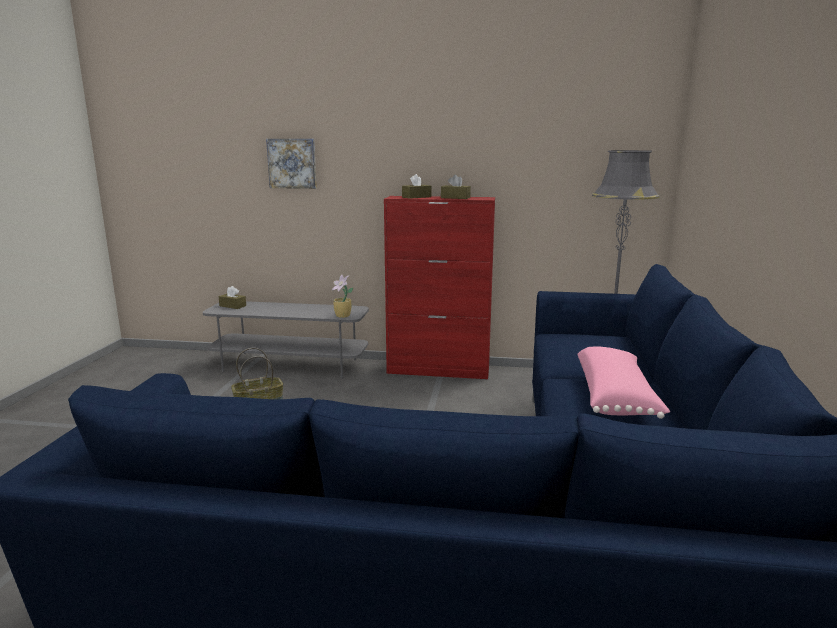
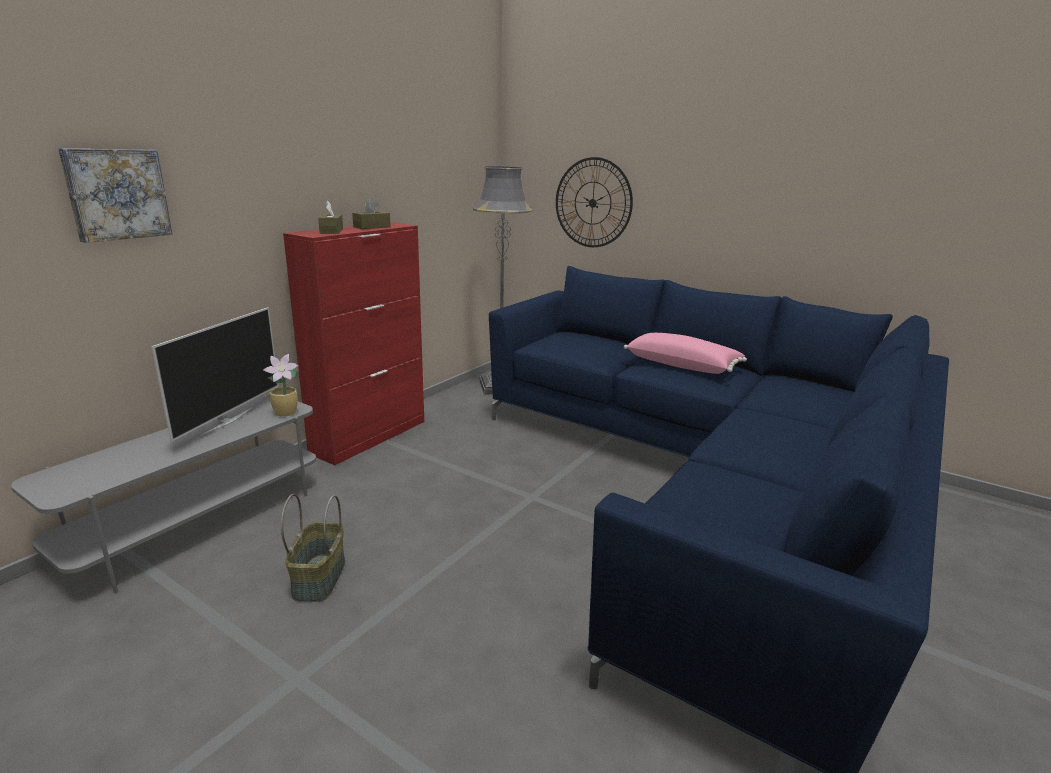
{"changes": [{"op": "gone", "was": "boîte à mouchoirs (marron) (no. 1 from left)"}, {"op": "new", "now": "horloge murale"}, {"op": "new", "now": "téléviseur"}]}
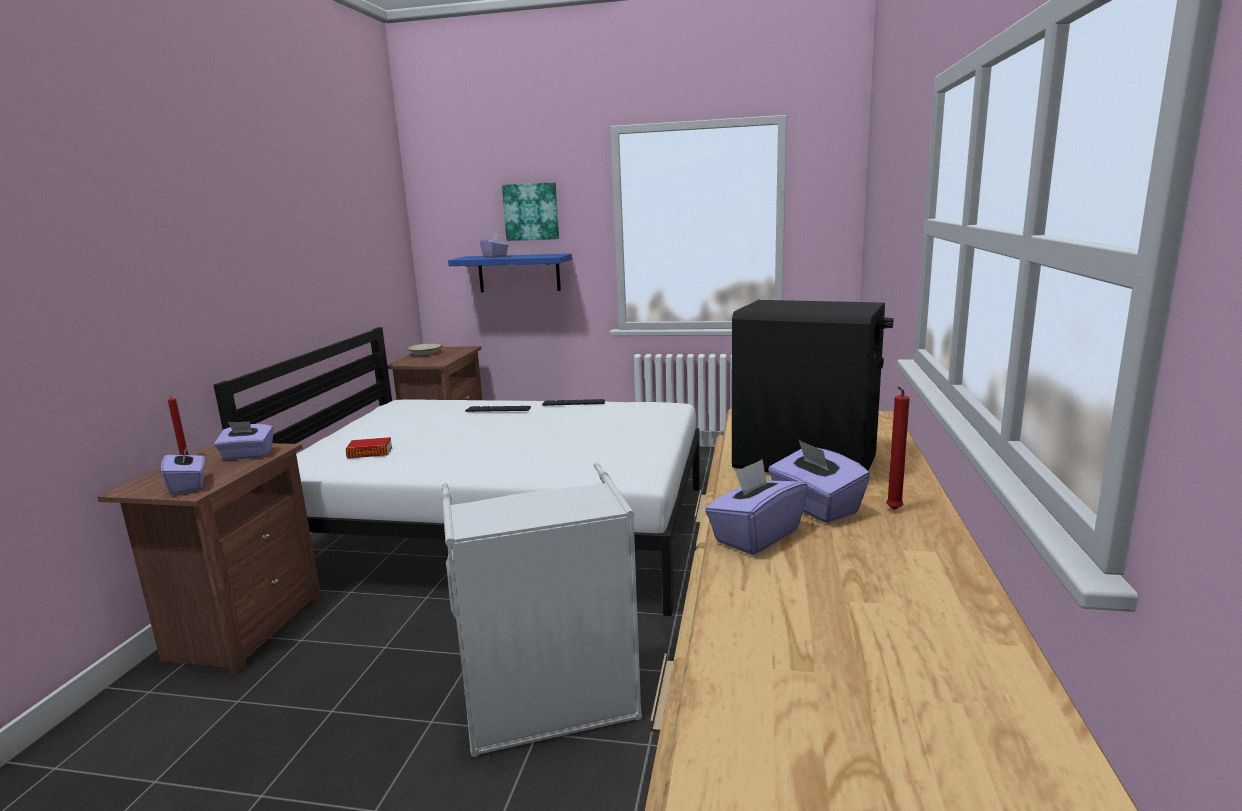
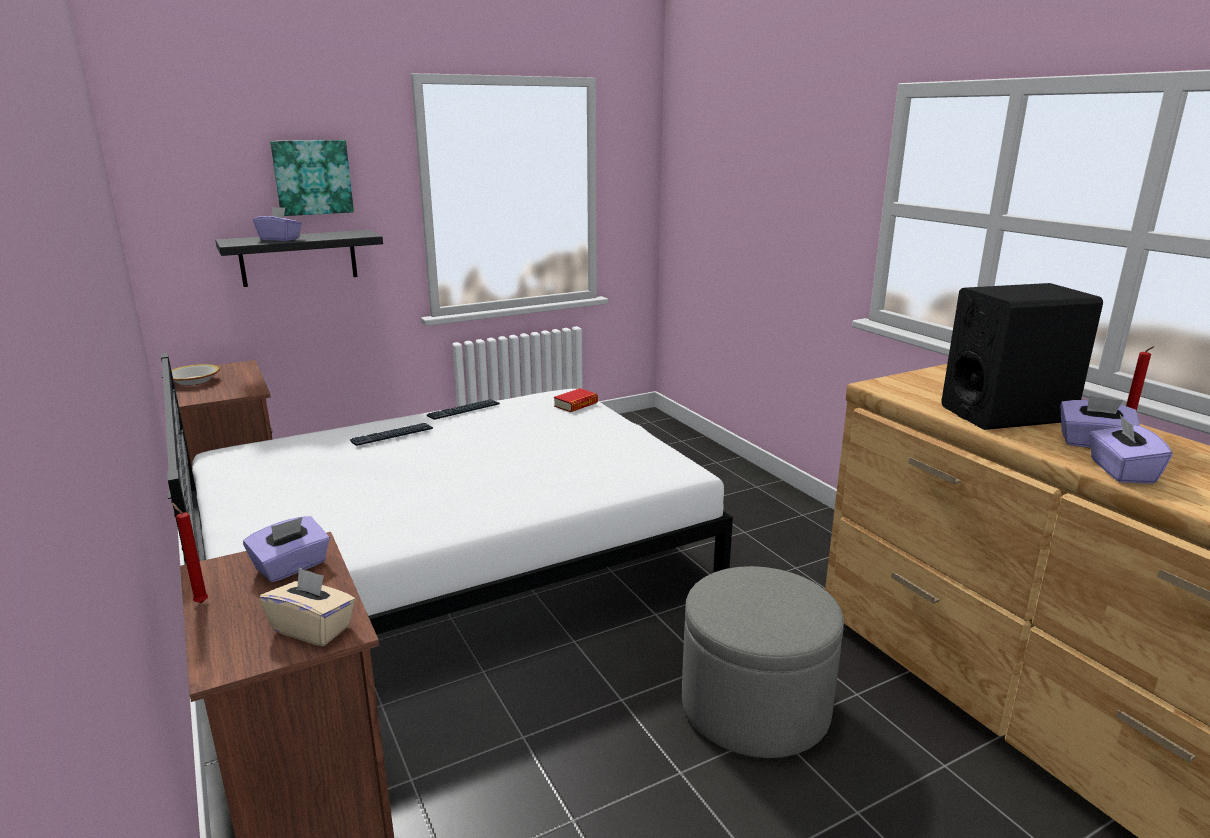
{"changes": [{"op": "repainted", "was": "étagère (bleu)", "now": "étagère (noir)"}, {"op": "shifted", "was": "livre"}, {"op": "repainted", "was": "boîte à mouchoirs (violet) (no. 1 from left)", "now": "boîte à mouchoirs (beige)"}, {"op": "swapped", "was": "panier à linge (gris)", "now": "pouf (gris)"}]}
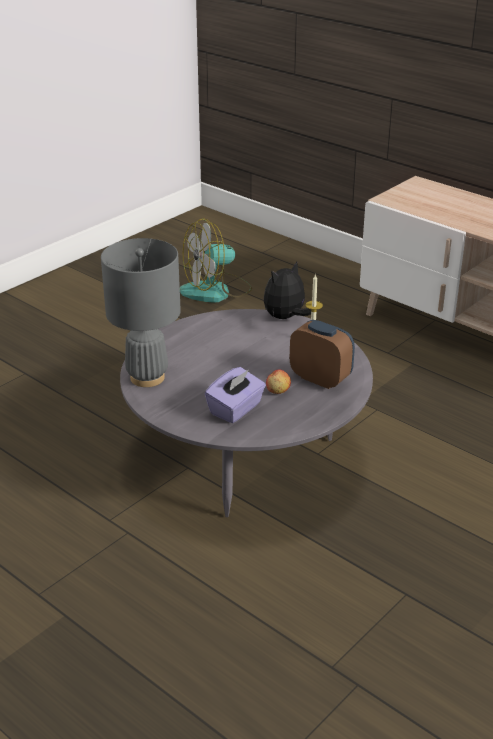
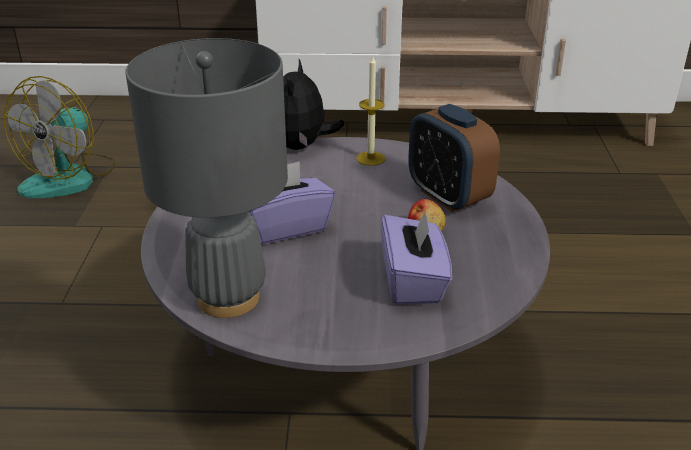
{"changes": [{"op": "rotated", "was": "réveil", "clockwise": -120}, {"op": "new", "now": "boîte à mouchoirs (violet) (no. 1 from left)"}]}
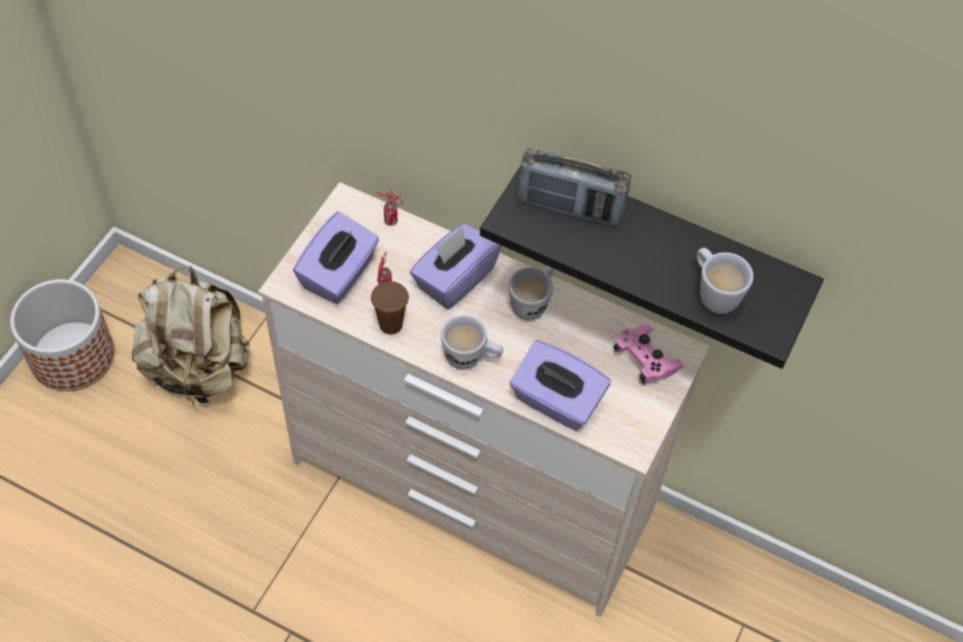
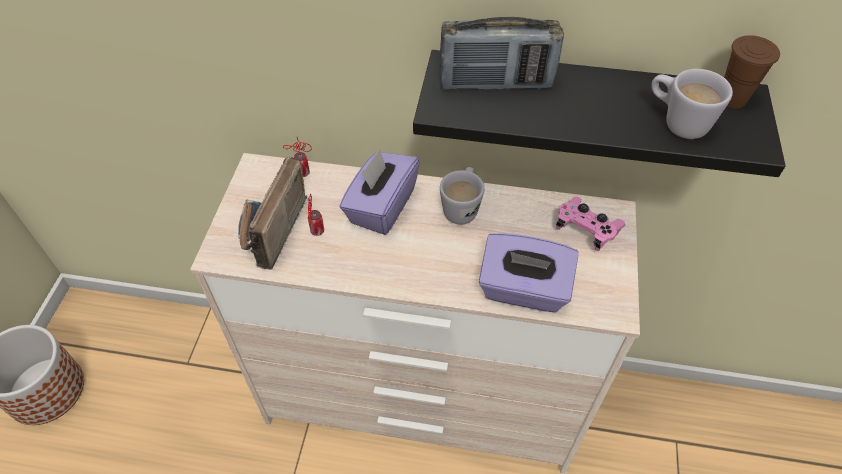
{"changes": [{"op": "swapped", "was": "boîte à mouchoirs (violet) (no. 1 from left)", "now": "radio (no. 1 from left)"}, {"op": "gone", "was": "sac à dos (beige)"}, {"op": "shifted", "was": "tasse (marron)"}, {"op": "gone", "was": "mug (blanc) (no. 1 from left)"}]}
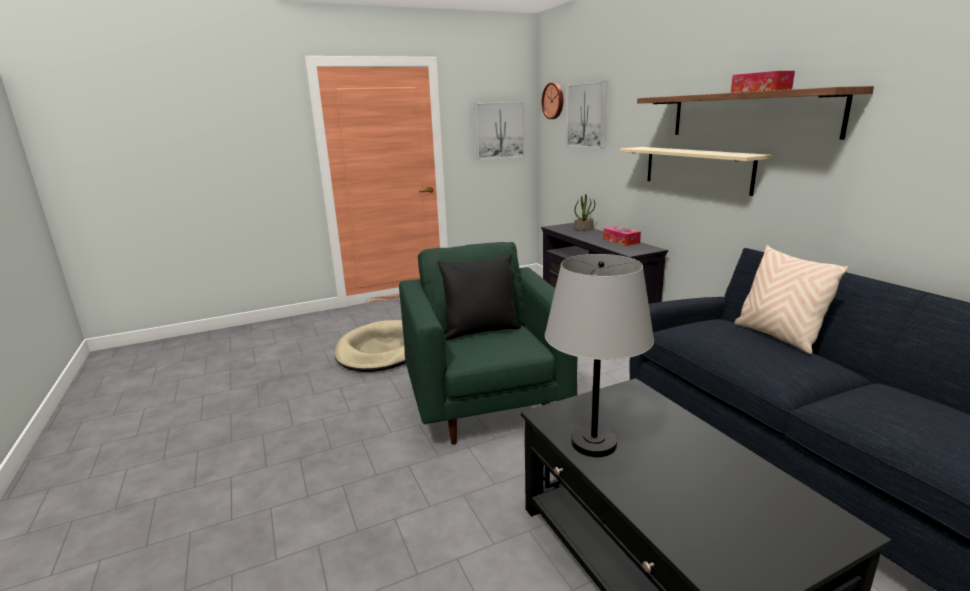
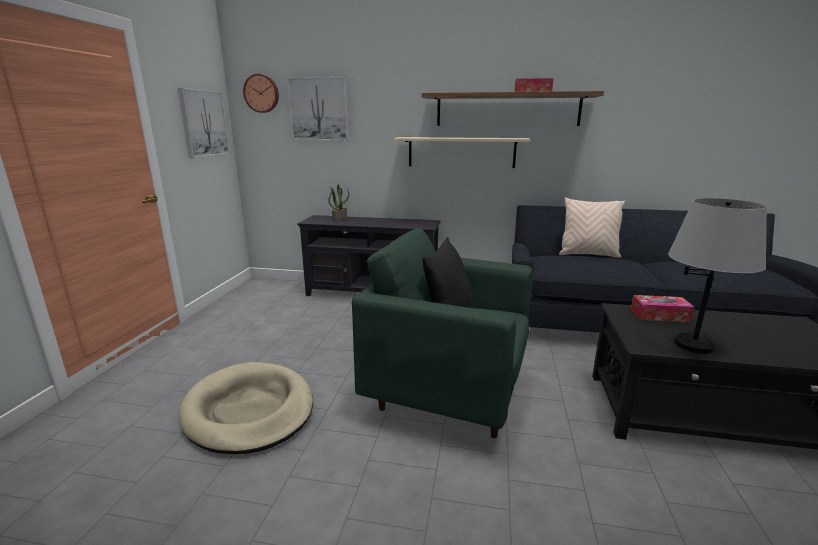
{"changes": [{"op": "shifted", "was": "boîte à mouchoirs (no. 1 from left in the first image)", "now": "boîte à mouchoirs (no. 2 from left)"}]}
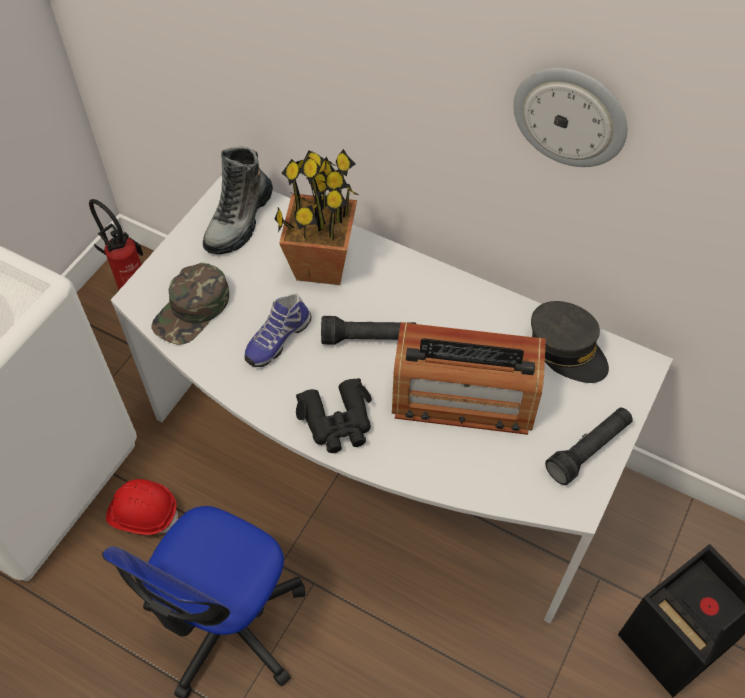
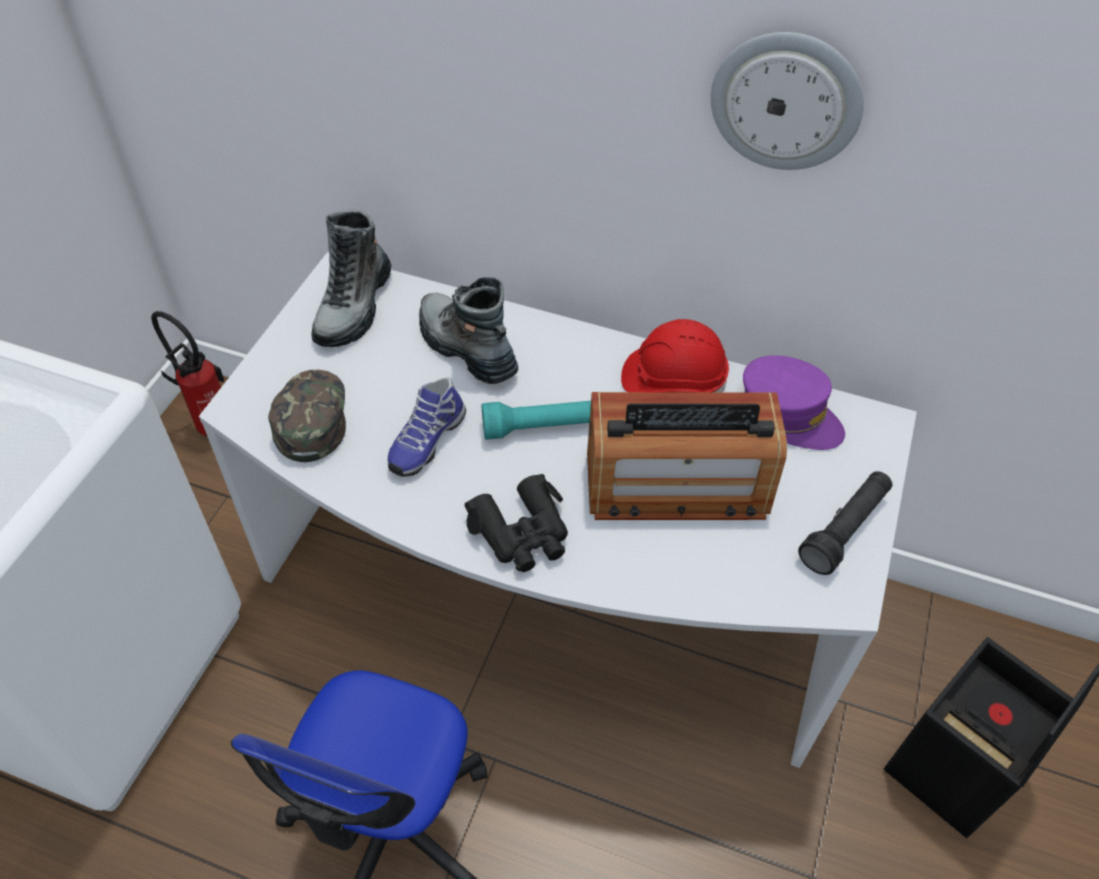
{"changes": [{"op": "swapped", "was": "plante en pot", "now": "botte (no. 2 from left)"}, {"op": "rotated", "was": "casquette (vert)", "clockwise": 150}, {"op": "repainted", "was": "casquette (gris)", "now": "casquette (violet)"}, {"op": "repainted", "was": "lampe de poche (noir) (no. 1 from left)", "now": "lampe de poche (turquoise)"}, {"op": "shifted", "was": "casque de chantier (rouge)"}]}
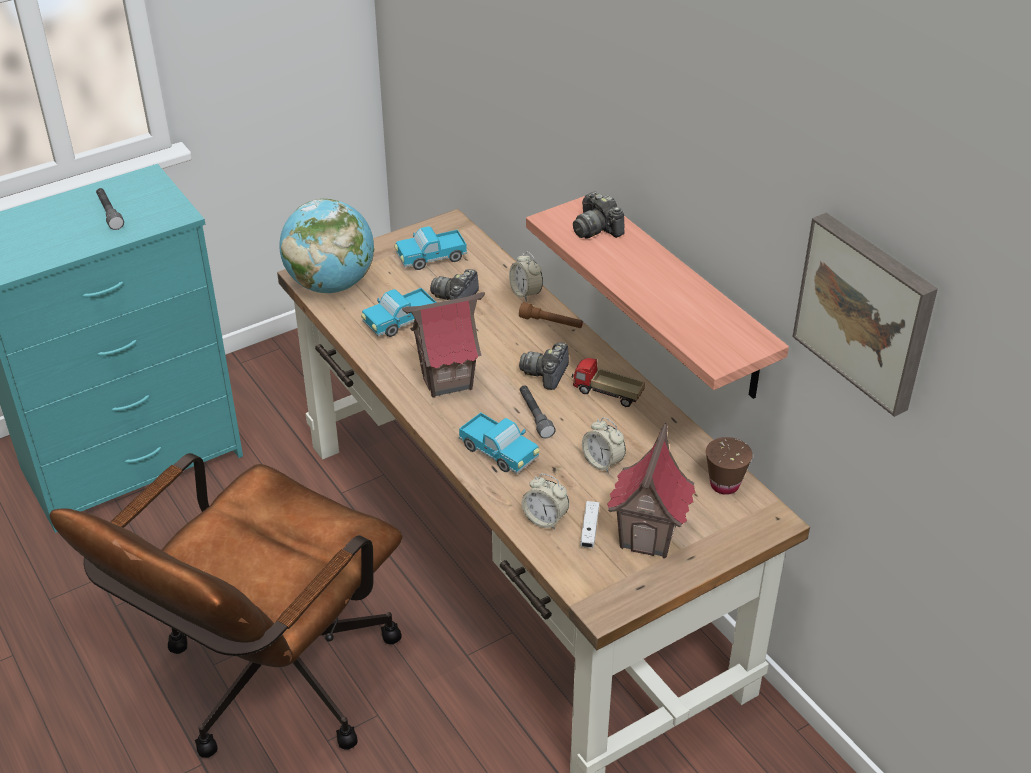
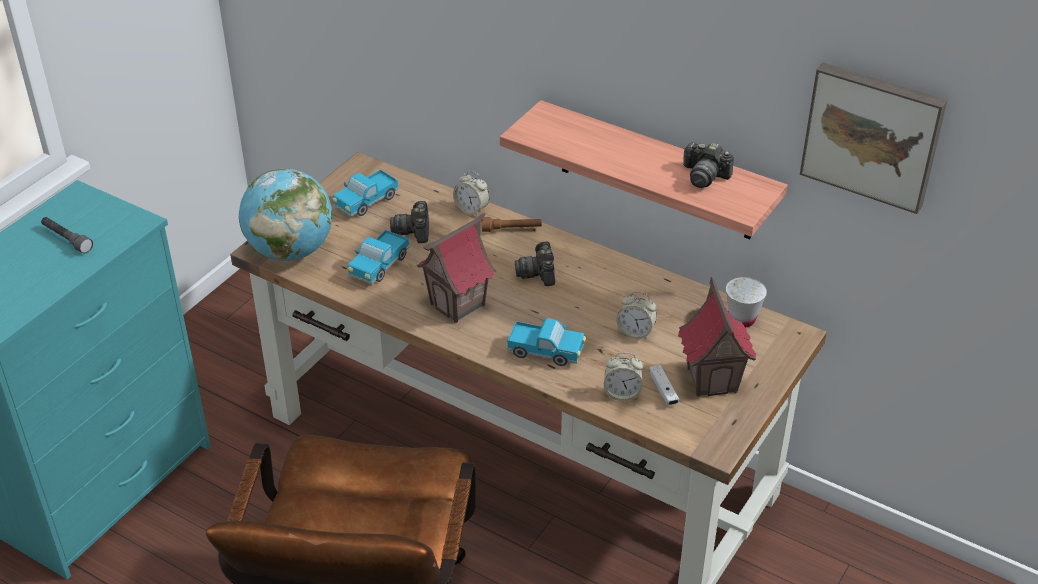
{"changes": [{"op": "shifted", "was": "appareil photo (no. 3 from left)"}, {"op": "gone", "was": "camion jouet (no. 4 from left)"}, {"op": "gone", "was": "lampe de poche (gris) (no. 2 from left)"}, {"op": "repainted", "was": "tasse (marron)", "now": "tasse (blanc)"}]}
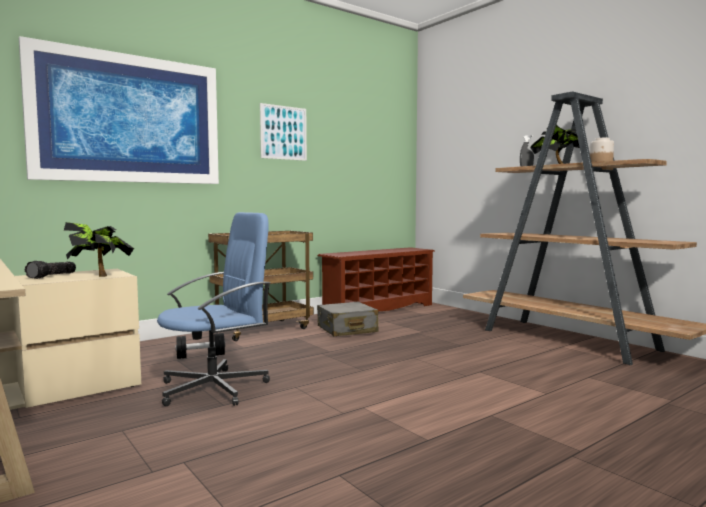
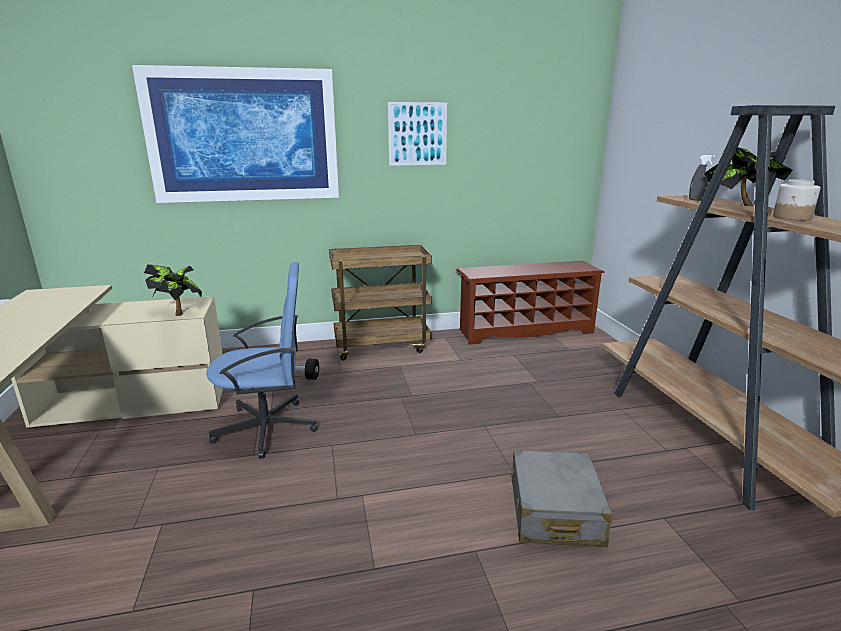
{"changes": [{"op": "gone", "was": "lampe de poche"}, {"op": "shifted", "was": "valise (gris)"}]}
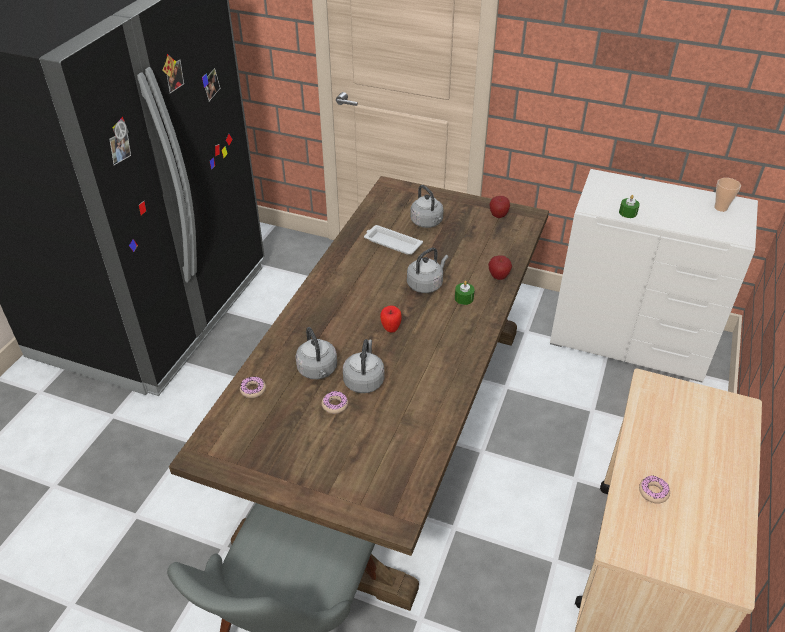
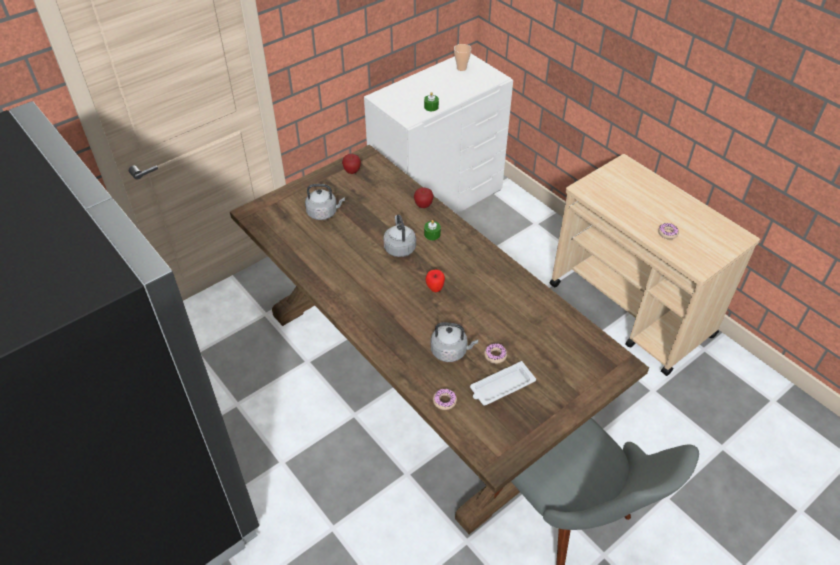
{"changes": [{"op": "shifted", "was": "plateau (blanc)"}, {"op": "gone", "was": "bouilloire (gris) (no. 2 from left)"}]}
